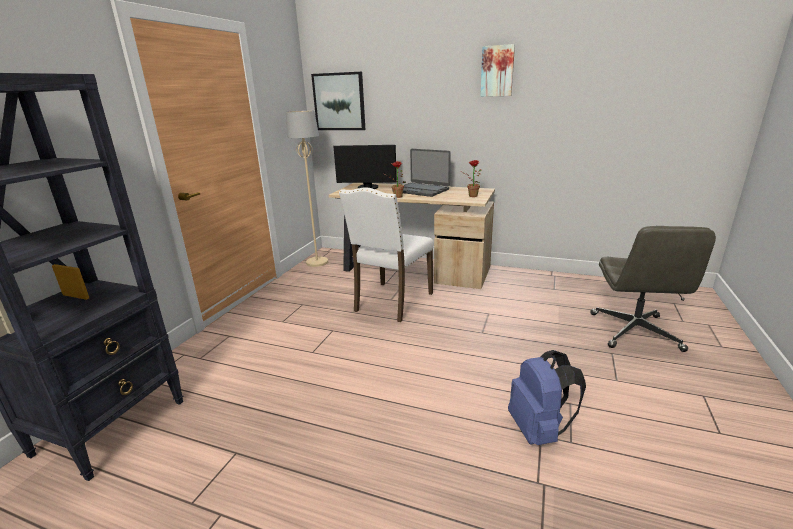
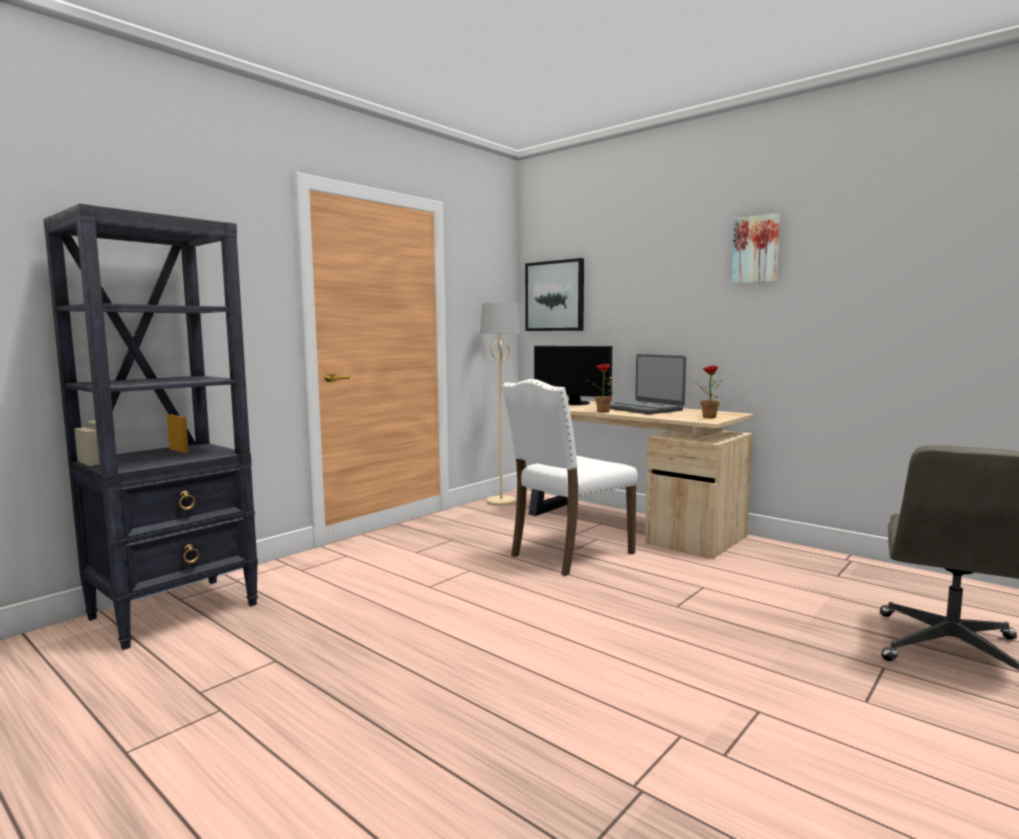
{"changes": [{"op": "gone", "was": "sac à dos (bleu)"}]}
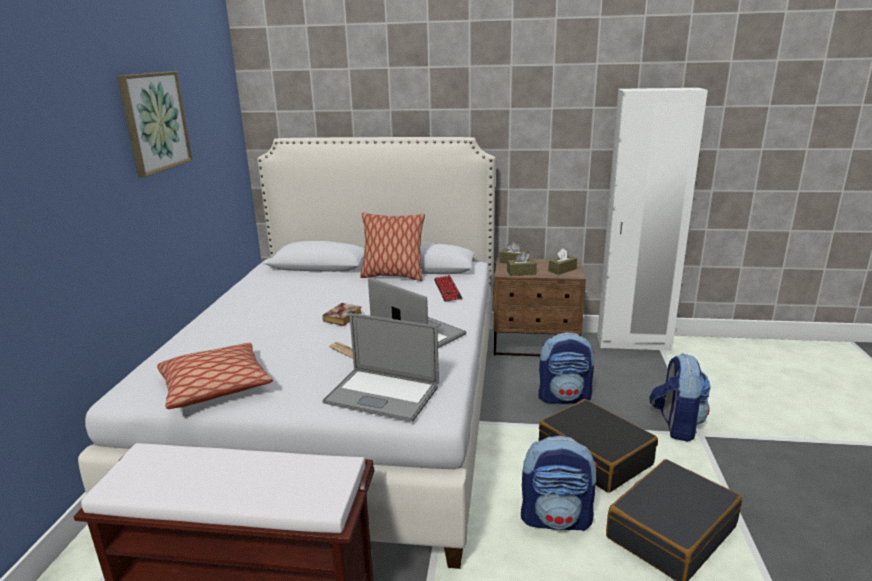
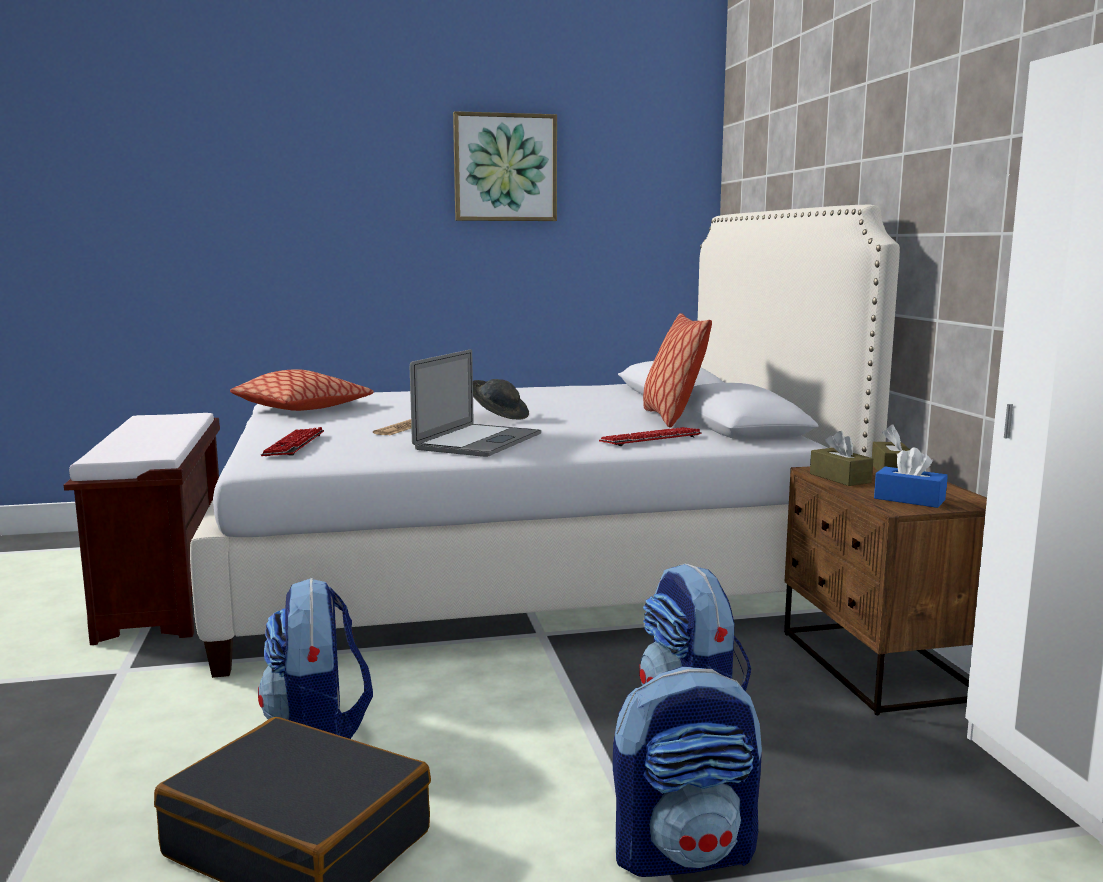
{"changes": [{"op": "repainted", "was": "boîte à mouchoirs (marron) (no. 3 from left)", "now": "boîte à mouchoirs (bleu)"}, {"op": "swapped", "was": "livre", "now": "chapeau (gris)"}, {"op": "swapped", "was": "ordinateur portable (no. 1 from left)", "now": "clavier (no. 1 from left)"}, {"op": "gone", "was": "valise (noir) (no. 1 from left)"}]}
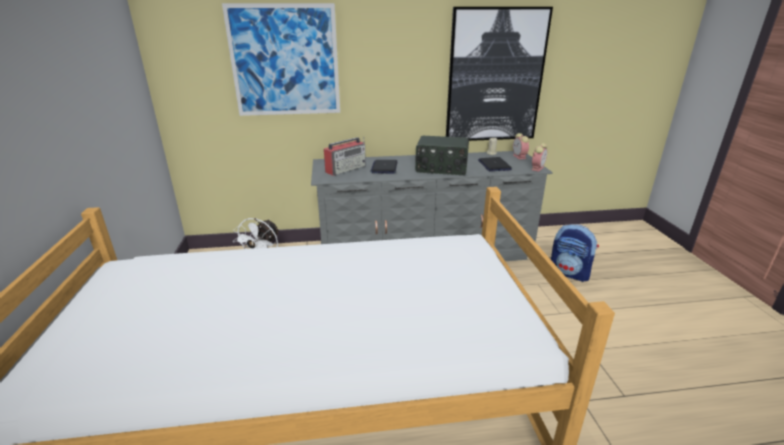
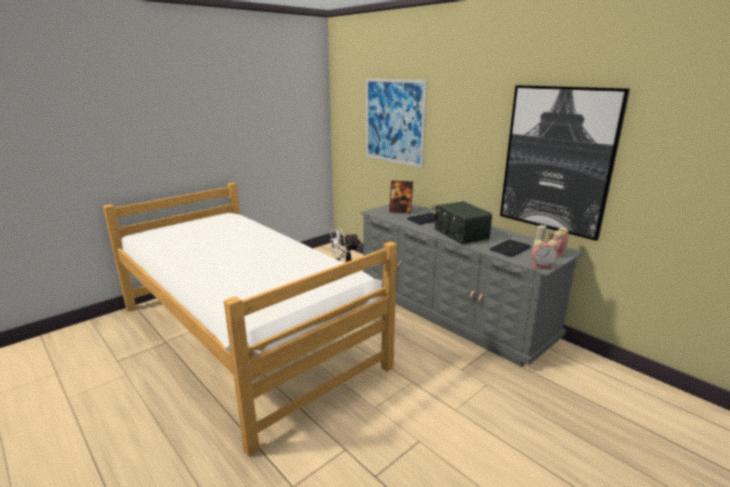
{"changes": [{"op": "swapped", "was": "radio (no. 1 from left)", "now": "cadre photo"}, {"op": "gone", "was": "sac à dos"}]}
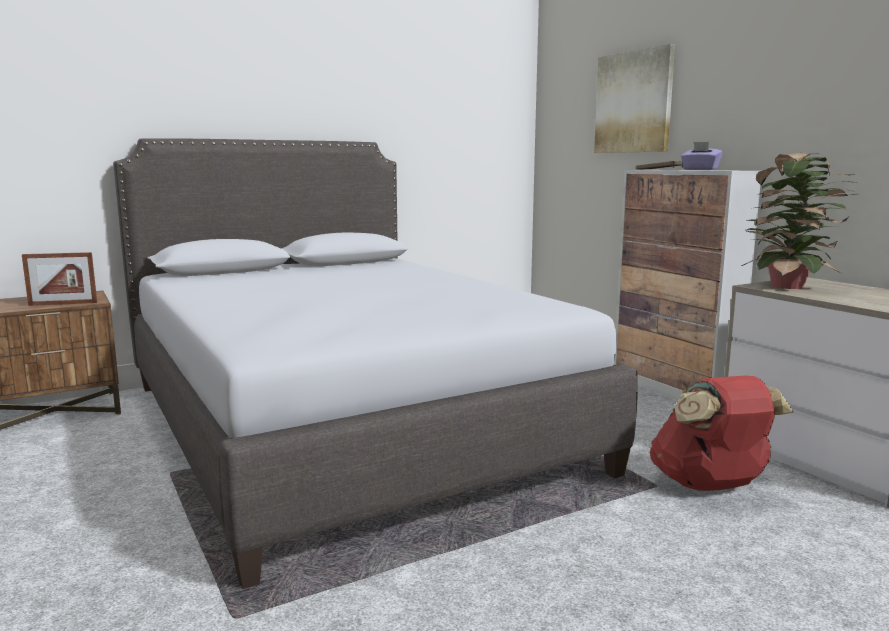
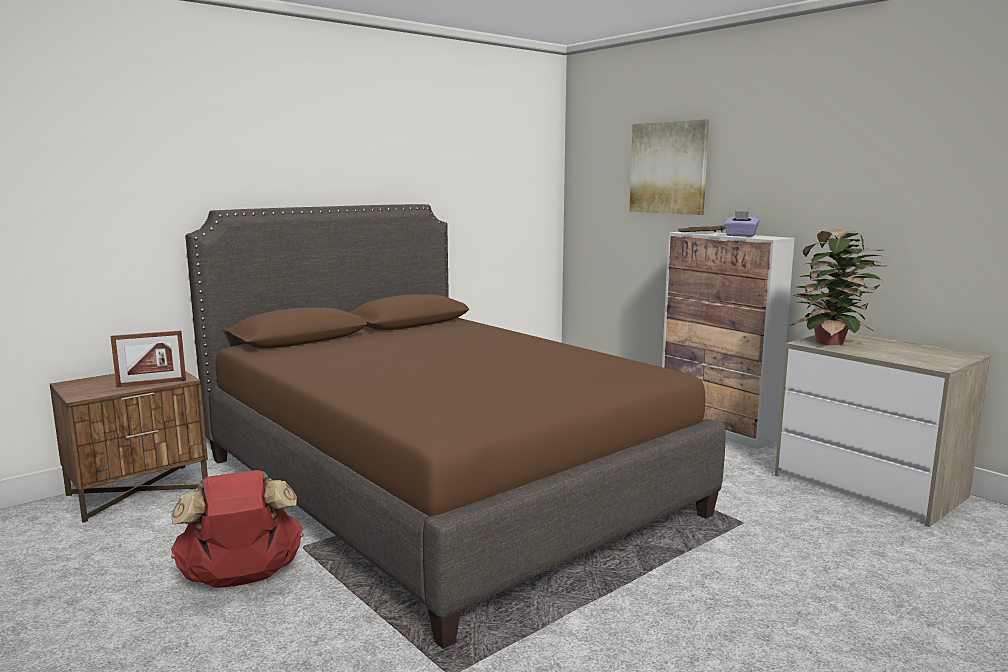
{"changes": [{"op": "repainted", "was": "lit (gris)", "now": "lit (marron)"}, {"op": "shifted", "was": "sac à dos (rouge)"}]}
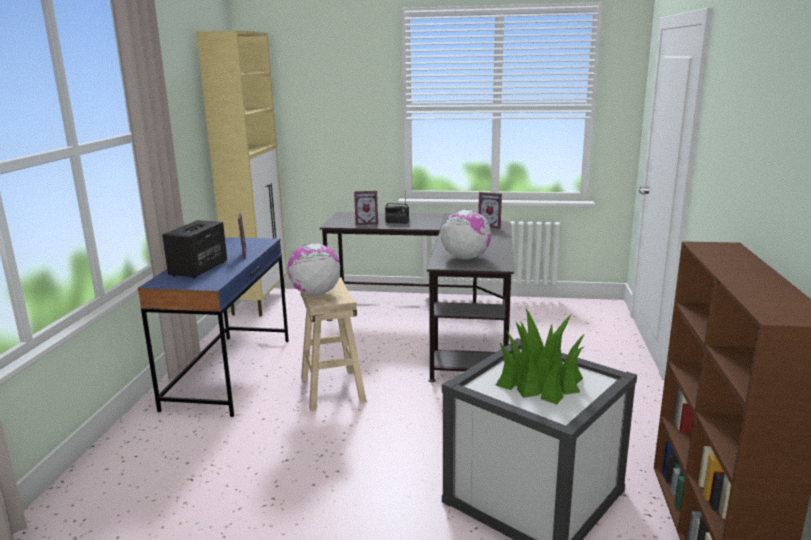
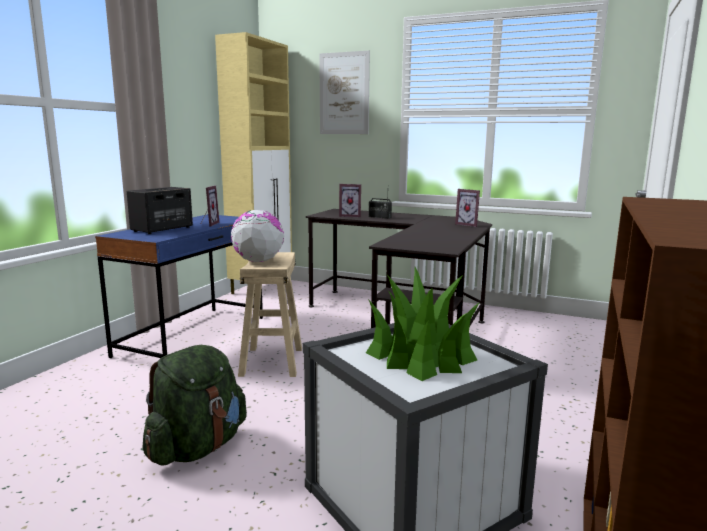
{"changes": [{"op": "gone", "was": "globe (no. 2 from left)"}, {"op": "new", "now": "tableau"}, {"op": "new", "now": "sac à dos (vert)"}]}
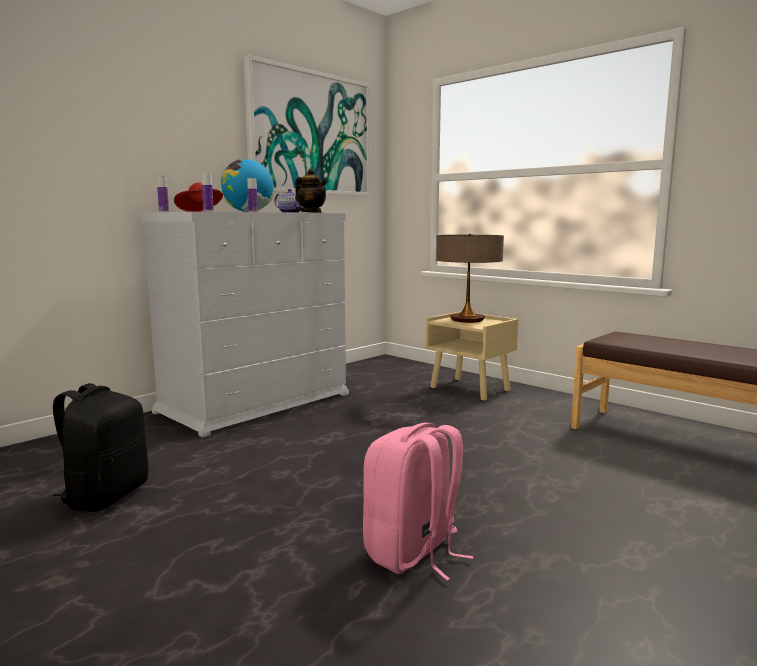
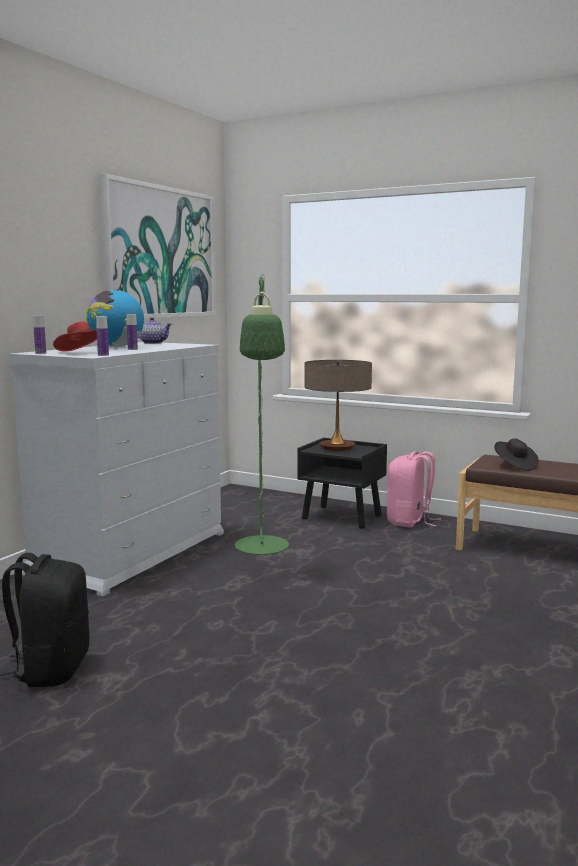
{"changes": [{"op": "gone", "was": "théière (no. 2 from left)"}, {"op": "repainted", "was": "table de chevet (beige)", "now": "table de chevet (noir)"}, {"op": "shifted", "was": "sac à dos (rose)"}, {"op": "new", "now": "lampadaire (vert)"}, {"op": "new", "now": "chapeau (noir)"}]}
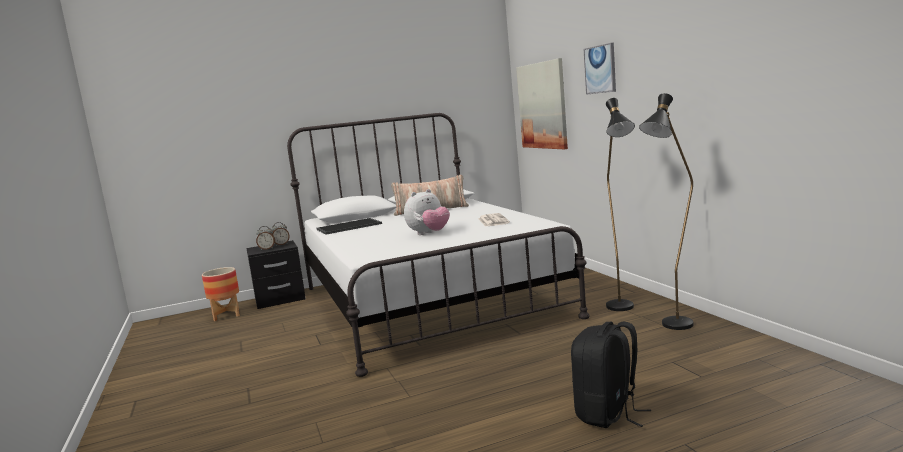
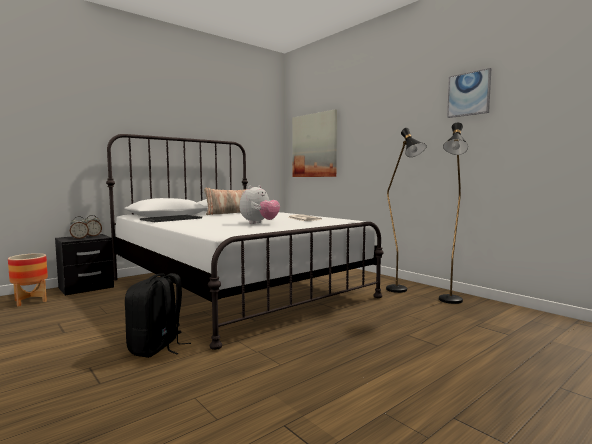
{"changes": [{"op": "shifted", "was": "tableau (no. 2 from left)"}, {"op": "shifted", "was": "sac à dos (noir)"}]}
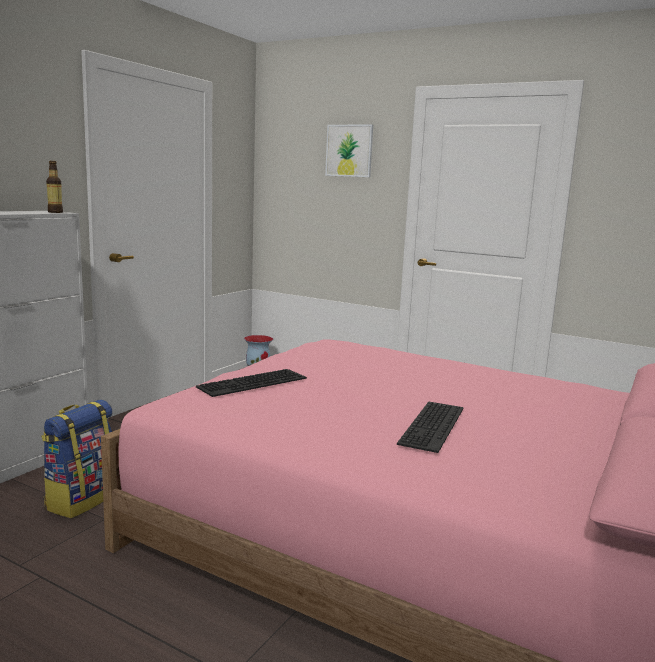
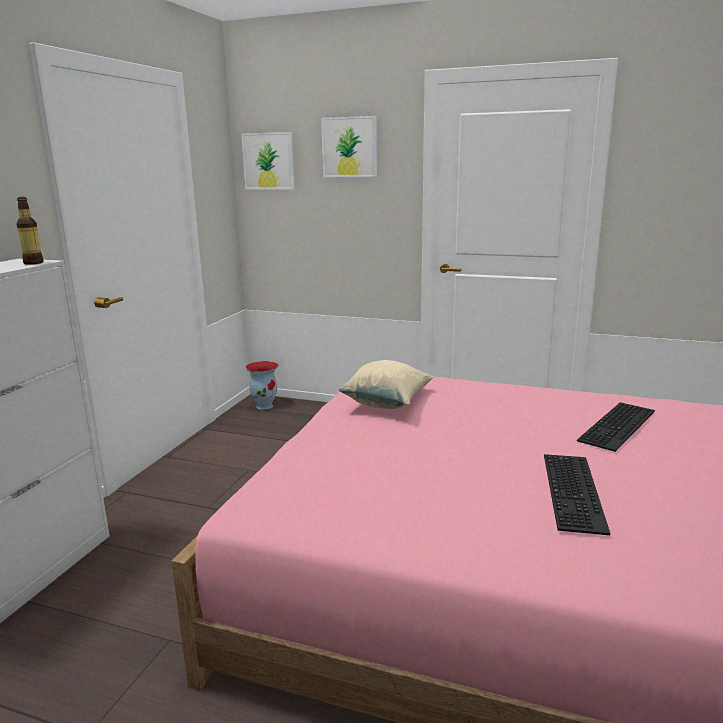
{"changes": [{"op": "shifted", "was": "clavier (no. 1 from left in the first image)", "now": "clavier (no. 2 from left)"}, {"op": "gone", "was": "sac à dos"}, {"op": "new", "now": "tableau (no. 1 from left)"}, {"op": "new", "now": "coussin (beige)"}]}
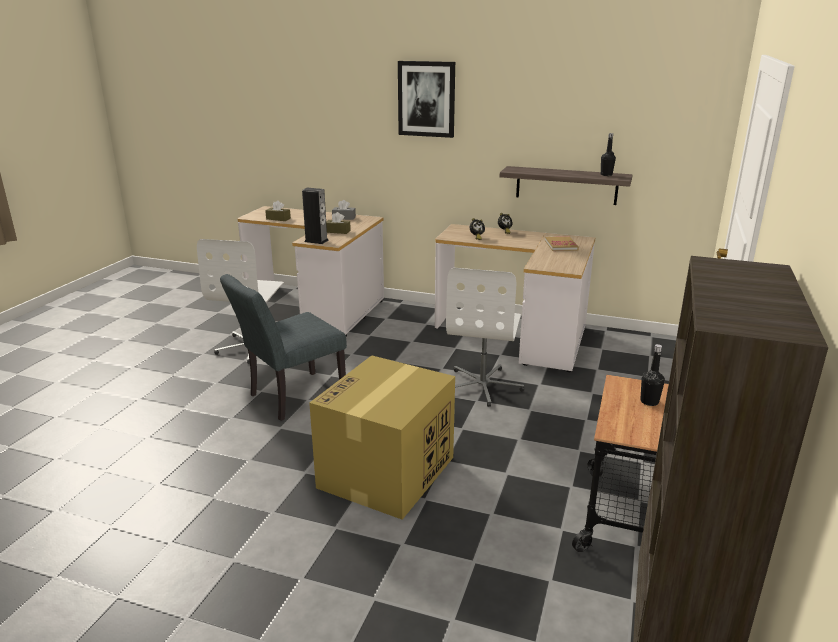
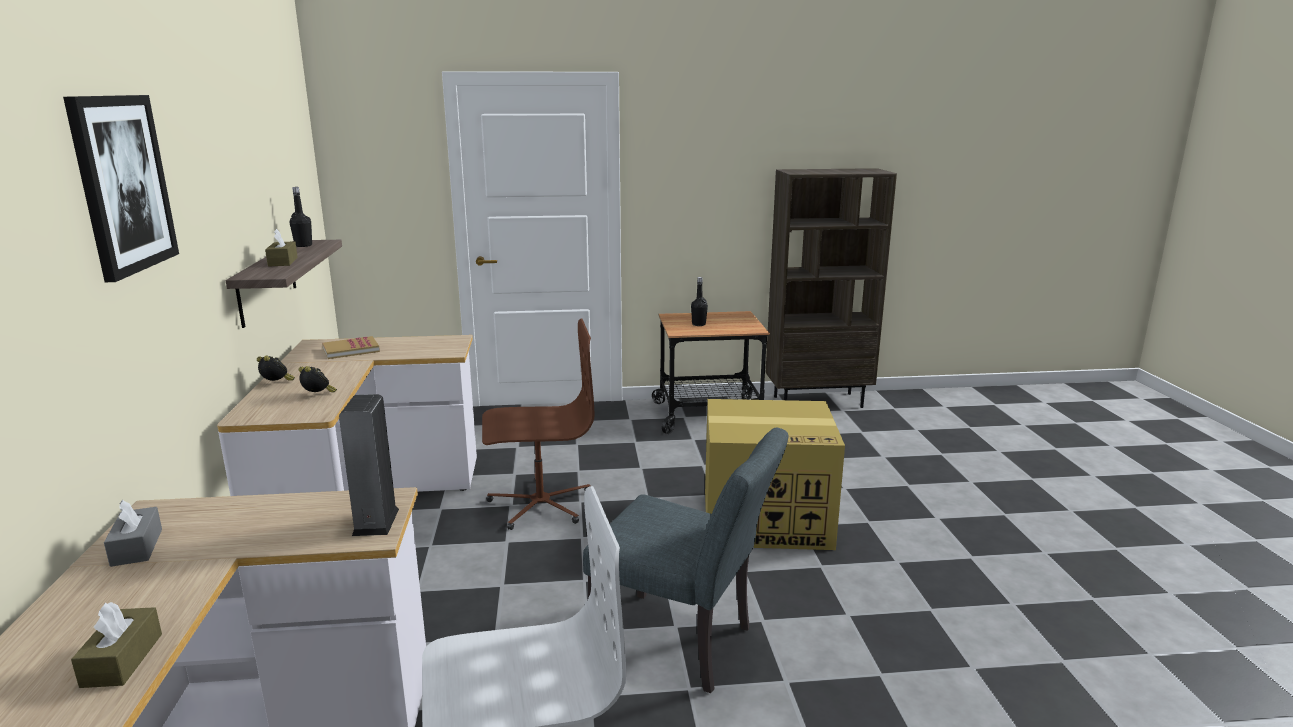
{"changes": [{"op": "shifted", "was": "boîte à mouchoirs (marron) (no. 2 from left)"}, {"op": "repainted", "was": "chaise de bureau (blanc) (no. 2 from left)", "now": "chaise de bureau (marron)"}]}
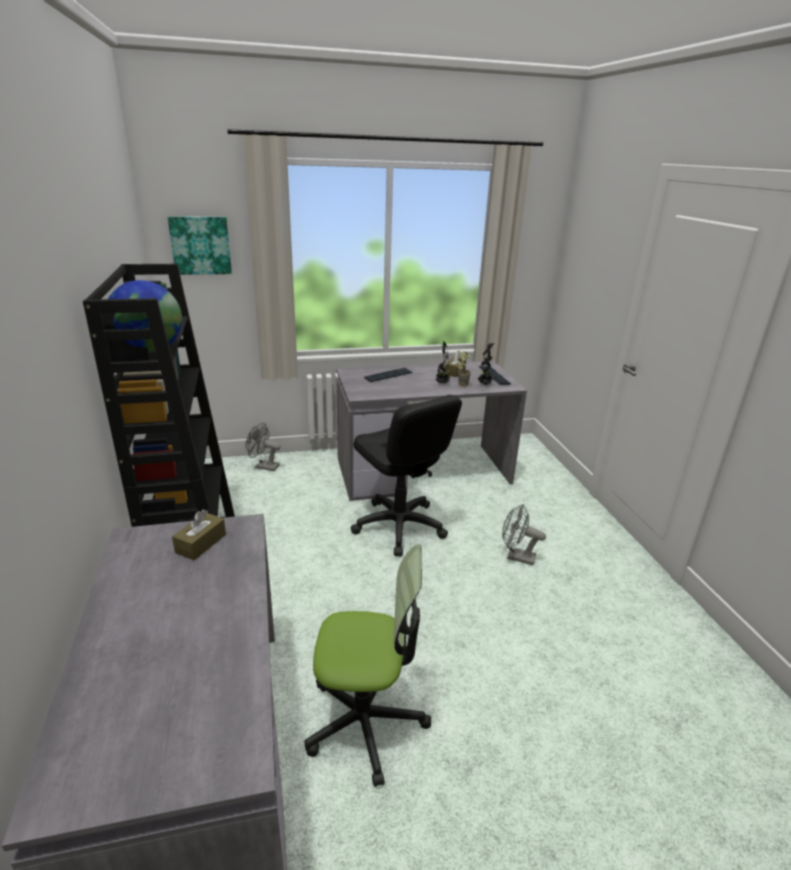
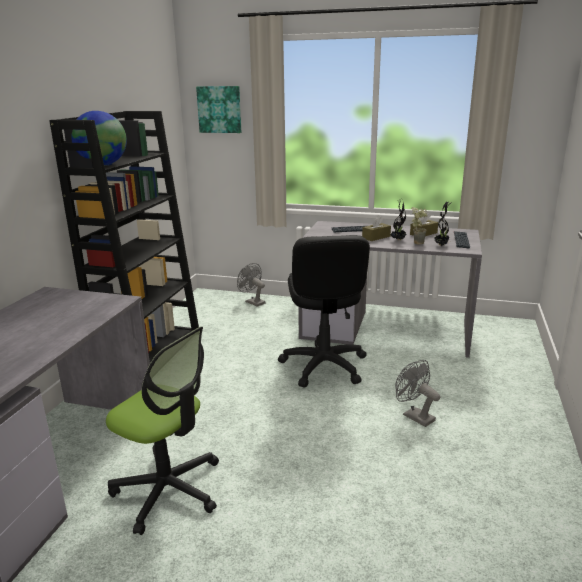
{"changes": [{"op": "shifted", "was": "boîte à mouchoirs (marron) (no. 1 from left)"}]}
